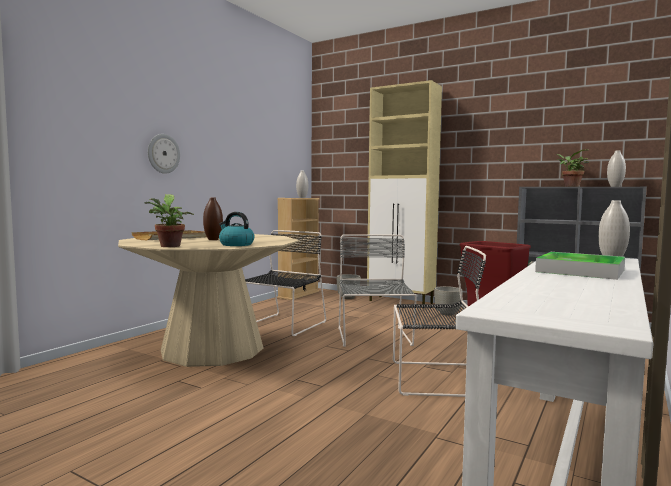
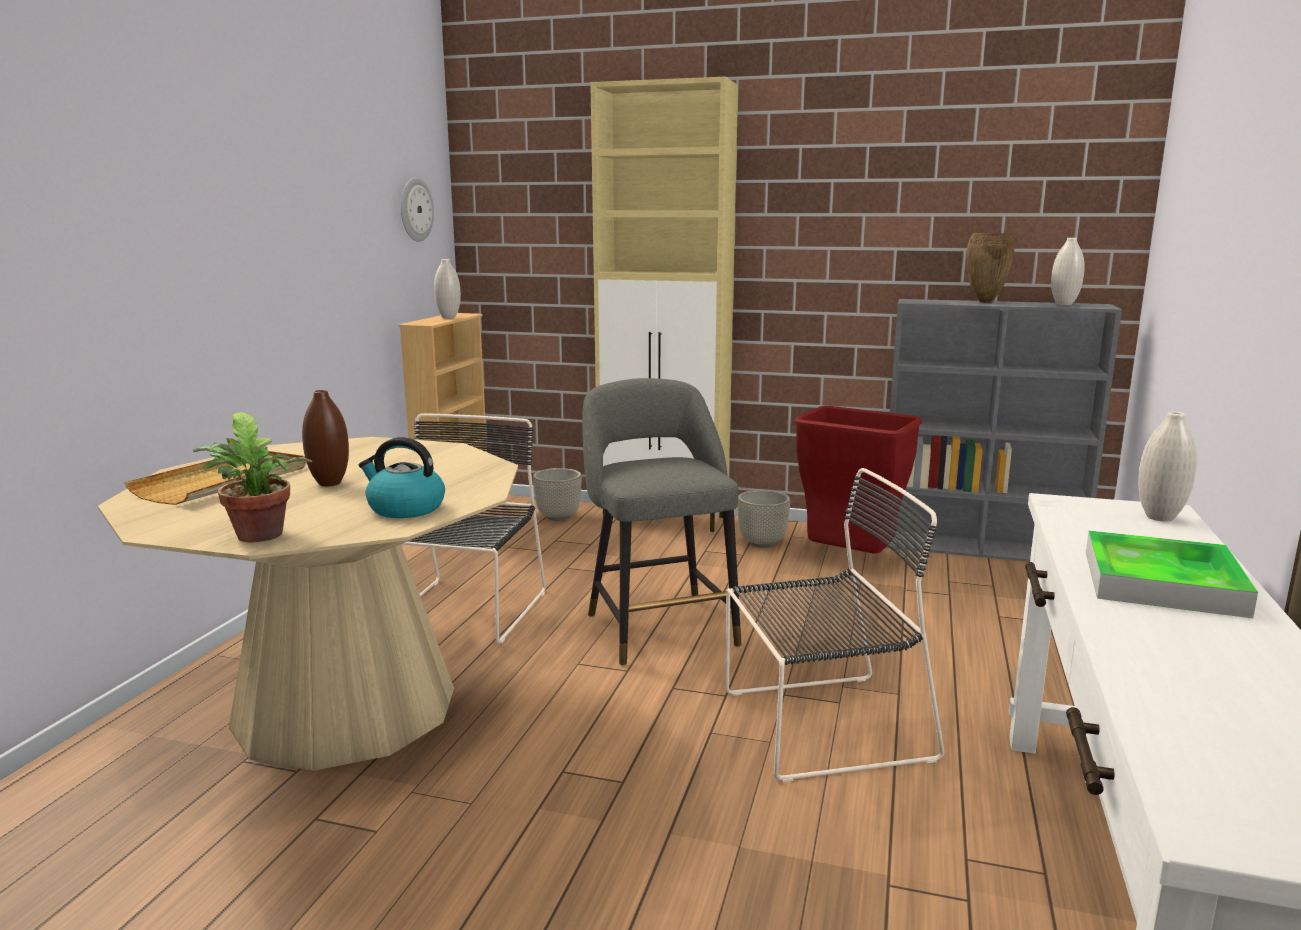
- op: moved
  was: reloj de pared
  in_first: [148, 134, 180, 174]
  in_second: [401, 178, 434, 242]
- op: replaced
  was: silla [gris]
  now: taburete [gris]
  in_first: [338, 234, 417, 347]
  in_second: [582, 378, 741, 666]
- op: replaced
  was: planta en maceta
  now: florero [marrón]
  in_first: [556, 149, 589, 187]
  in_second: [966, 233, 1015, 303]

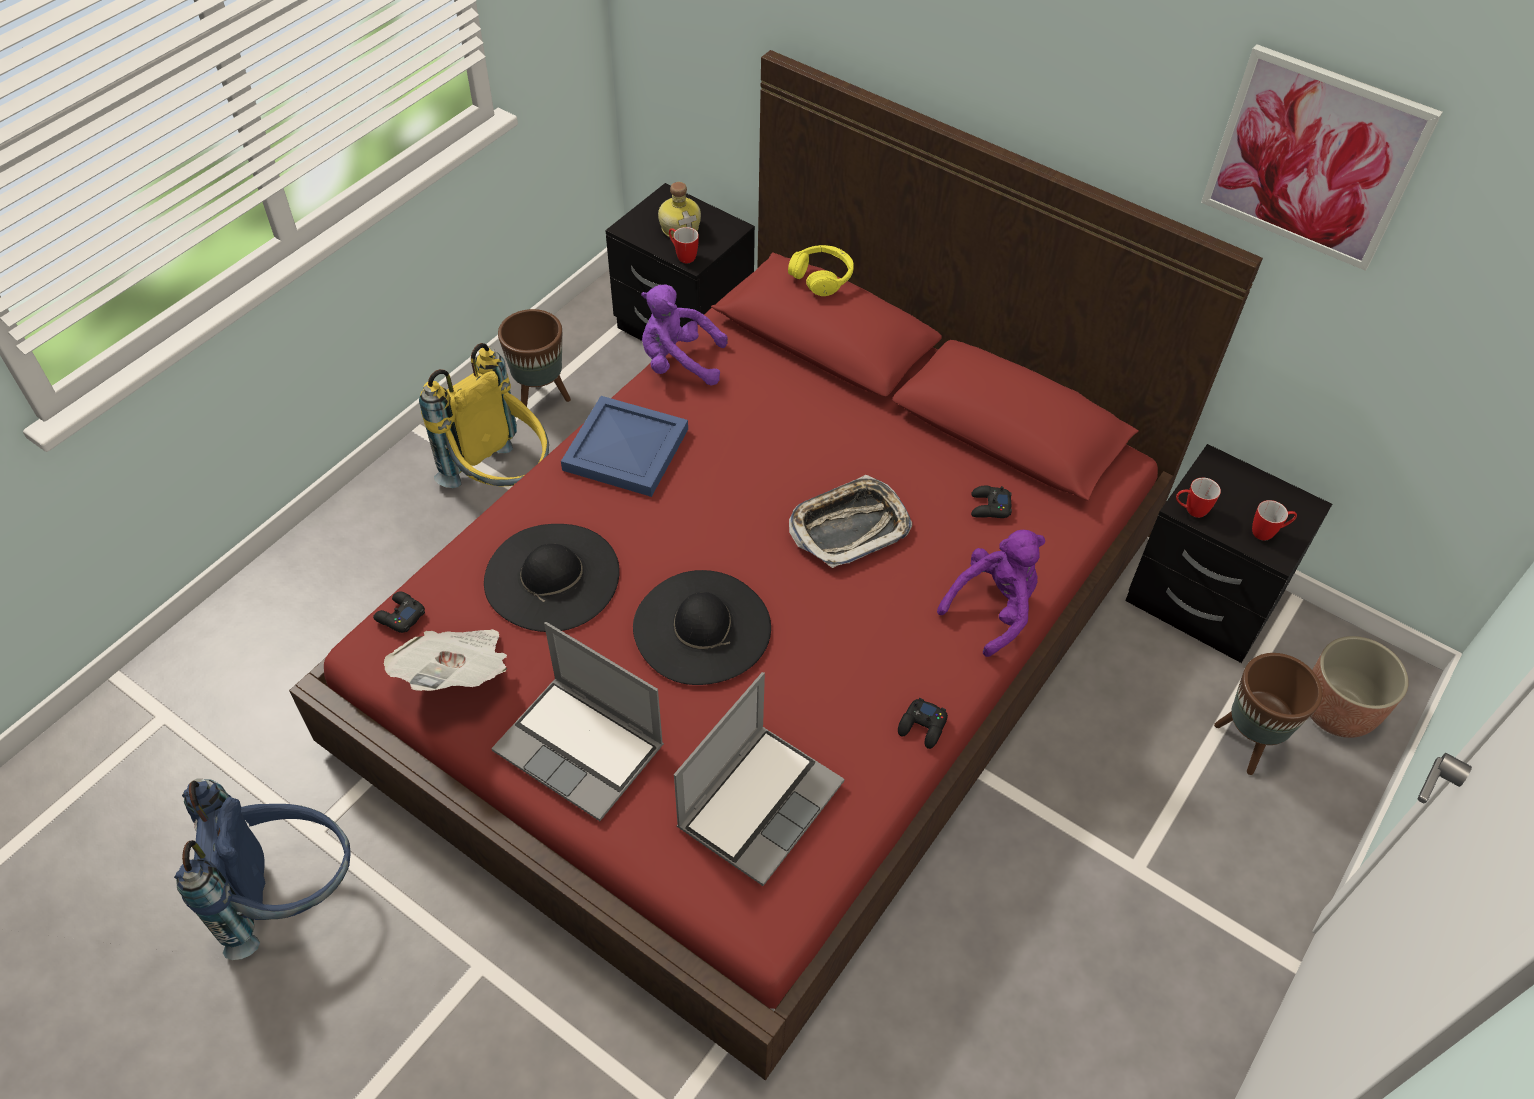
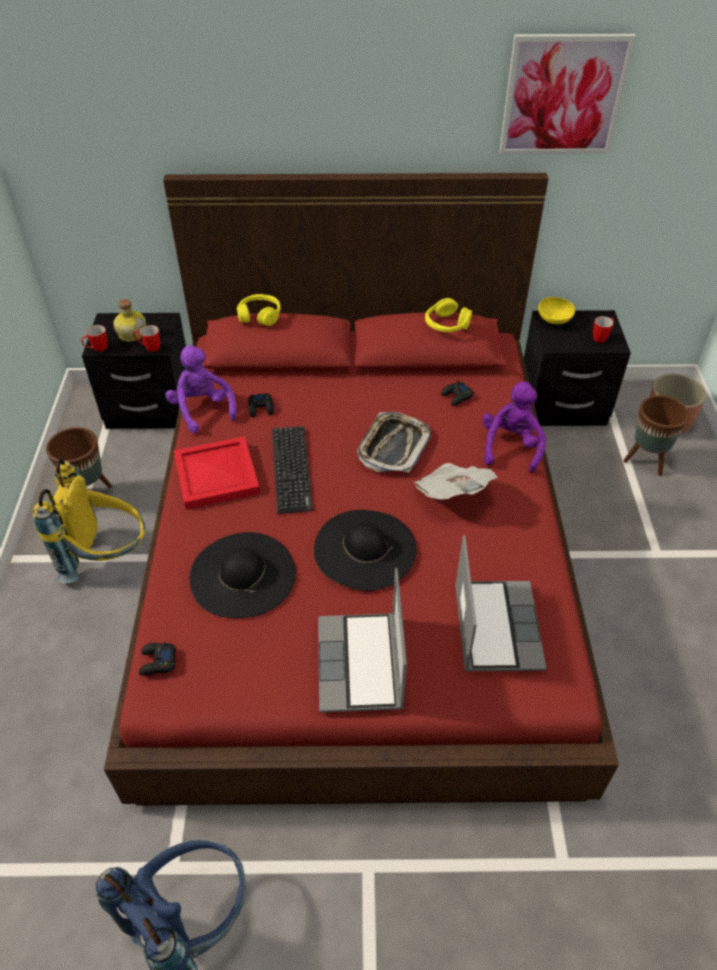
- op: moved
  was: taza grande
  in_first: [1176, 478, 1221, 518]
  in_second: [81, 325, 108, 352]
- op: turned
  was: peluche [morado]
  in_first: [641, 285, 728, 386]
  in_second: [165, 346, 237, 434]
  clockwise: 90
- op: recoloured
  was: bandeja [azul]
  now: bandeja [rojo]
  in_first: [561, 396, 688, 497]
  in_second: [174, 436, 260, 509]
- op: moved
  was: mando de consola [negro]
  in_first: [898, 698, 948, 749]
  in_second: [248, 393, 274, 417]
- op: added
  now: teclado
  in_second: [272, 426, 313, 514]
- op: turned
  was: portátil
  in_first: [491, 622, 664, 821]
  in_second: [318, 568, 407, 713]
  clockwise: 90
- op: moved
  was: periódico
  in_first: [384, 629, 507, 691]
  in_second: [413, 463, 498, 499]
- op: added
  now: auriculares [amarillo]
  in_second: [425, 298, 472, 332]
- op: added
  now: cuenco [amarillo]
  in_second: [538, 297, 575, 324]

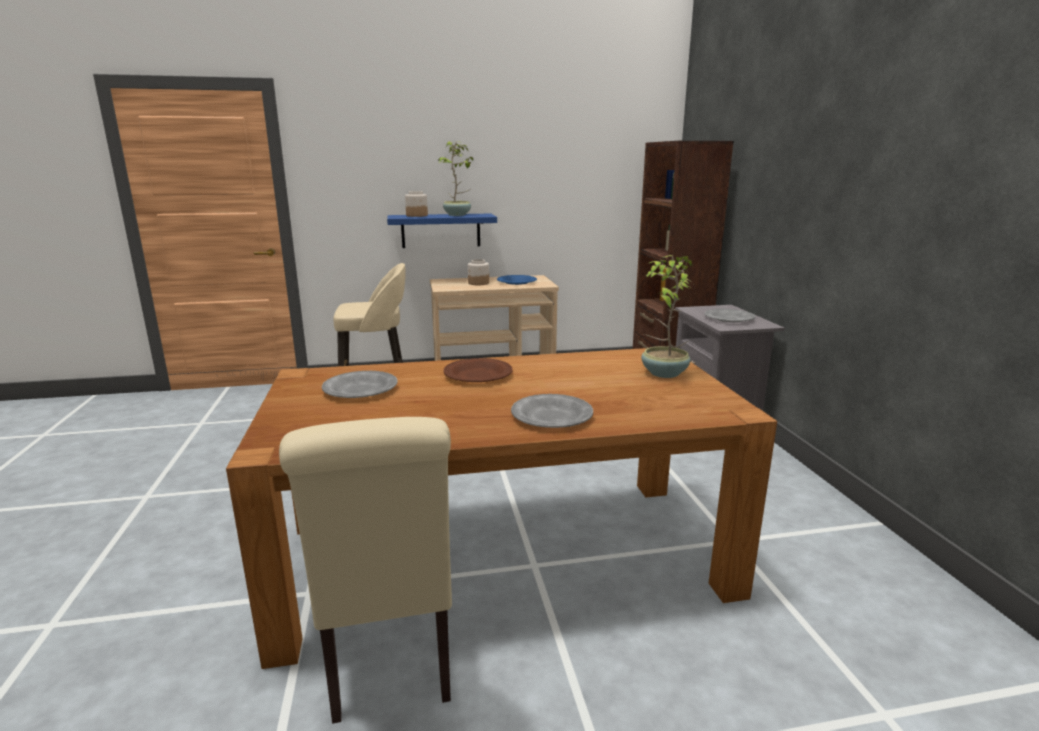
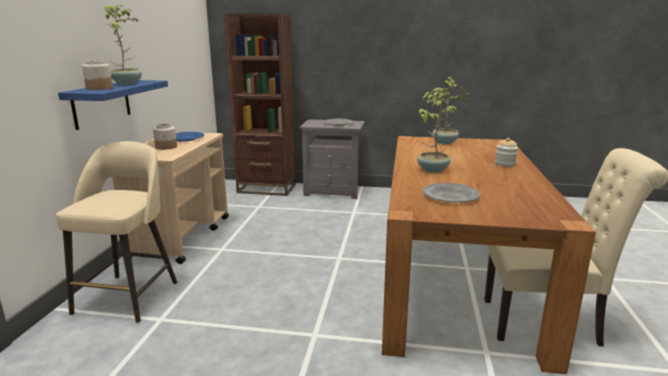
- op: replaced
  was: plato [marrón]
  now: planta en maceta
  in_first: [443, 358, 513, 382]
  in_second: [417, 89, 457, 173]
- op: replaced
  was: plato [gris]
  now: tarro
  in_first: [511, 394, 593, 428]
  in_second: [495, 138, 518, 167]

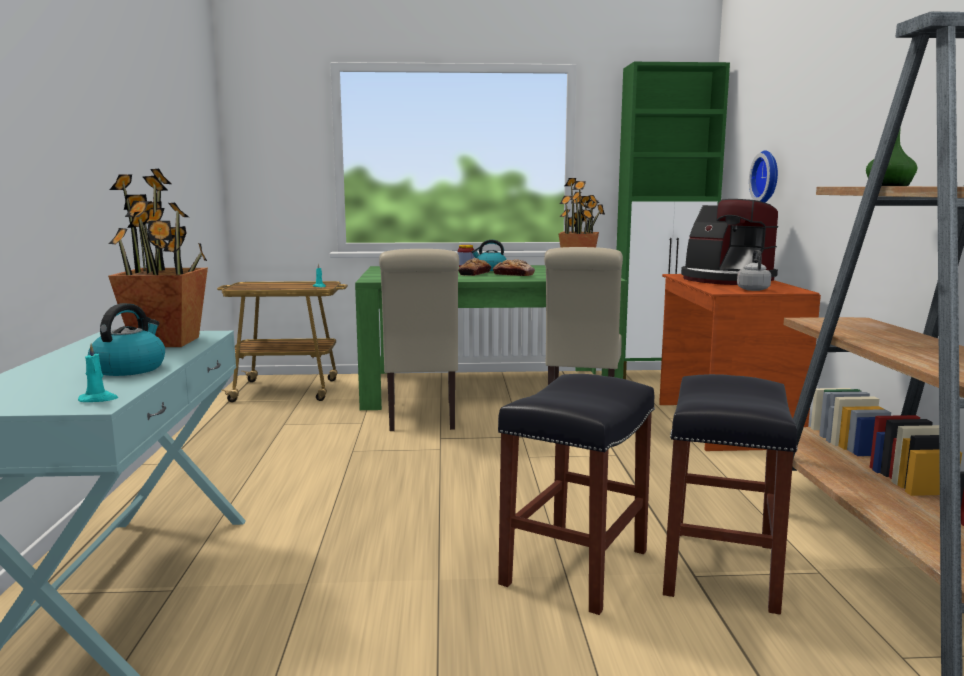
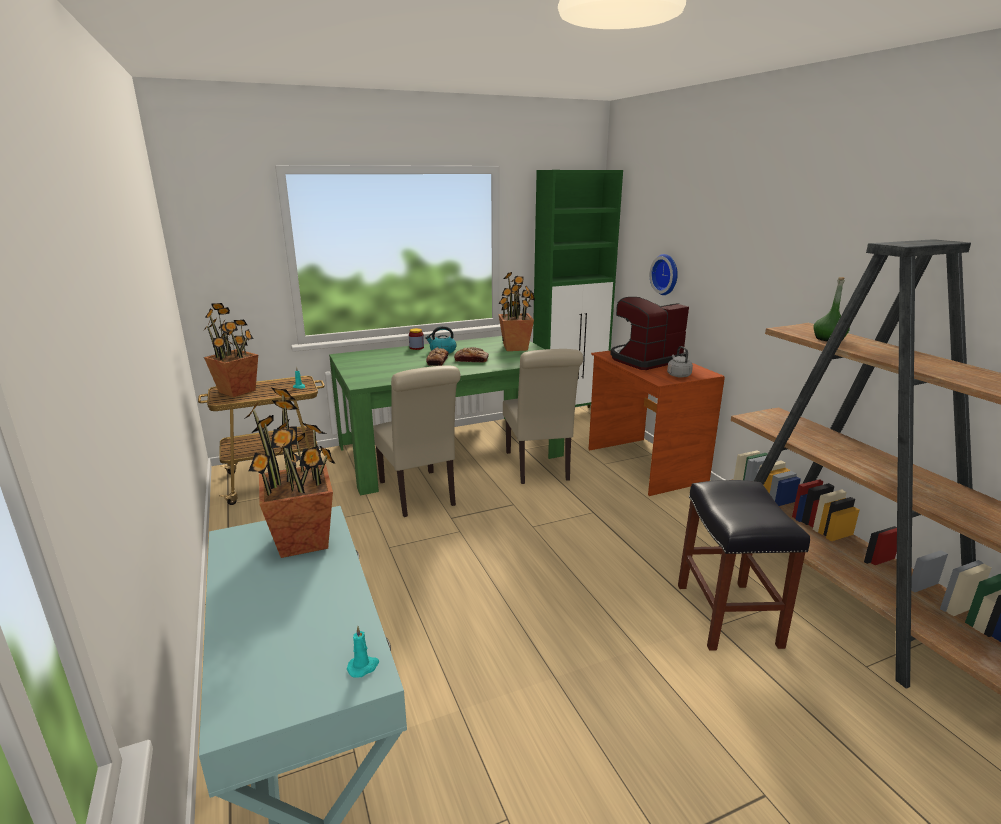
- op: added
  now: planta en maceta
  in_second: [204, 303, 258, 397]
- op: turned
  was: cafetera
  in_first: [681, 199, 778, 285]
  in_second: [610, 297, 689, 370]
  clockwise: 120
- op: removed
  was: hervidor
  in_first: [88, 303, 165, 376]
- op: removed
  was: taburete [negro]
  in_first: [498, 374, 655, 615]

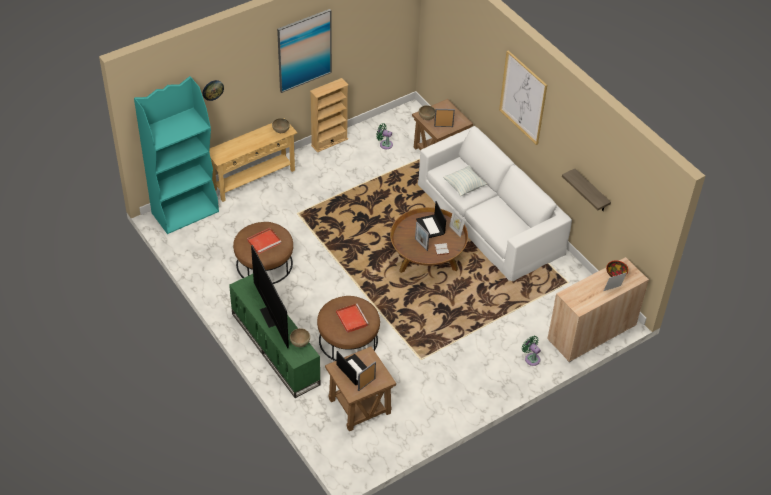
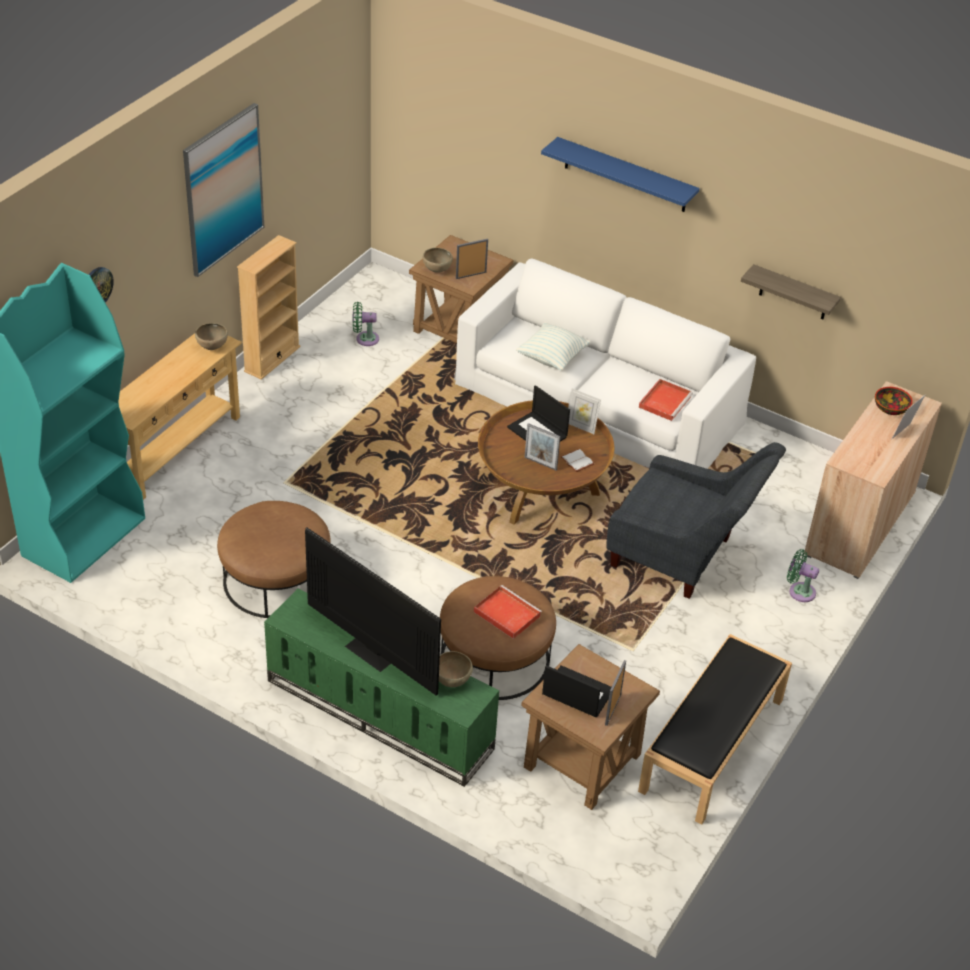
- op: replaced
  was: cuadro
  now: estante [azul]
  in_first: [499, 50, 547, 145]
  in_second: [541, 137, 699, 212]
- op: added
  now: sillón [gris]
  in_second: [606, 442, 786, 599]
- op: added
  now: banco [negro]
  in_second: [638, 634, 792, 825]
- op: moved
  was: bandeja [rojo]
  in_first: [247, 228, 281, 254]
  in_second: [639, 379, 693, 421]

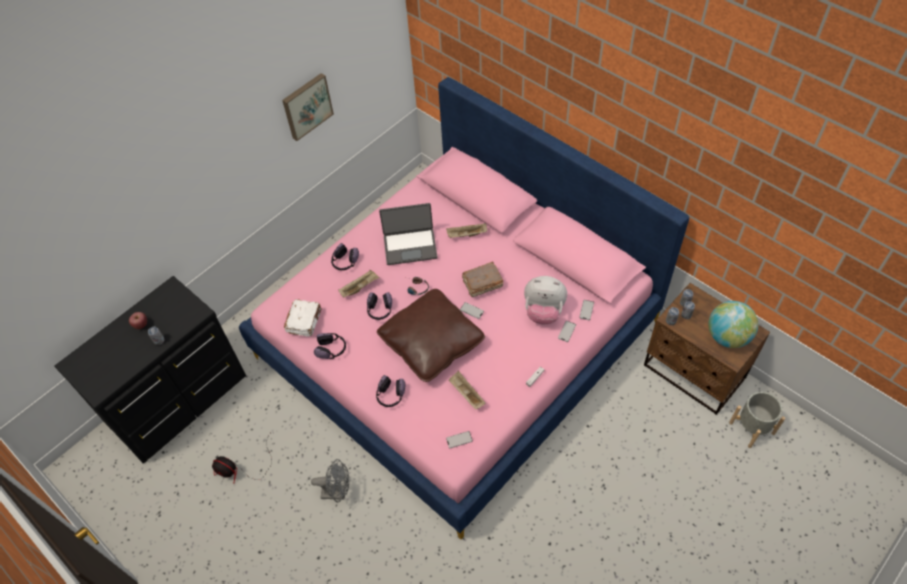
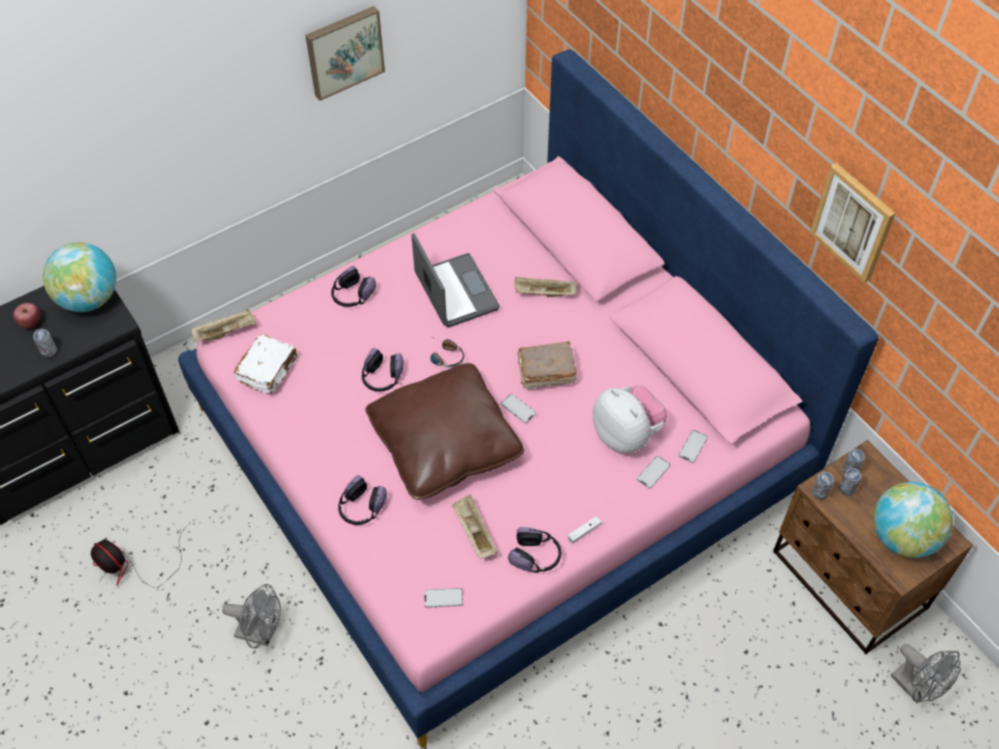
- op: added
  now: globo terráqueo
  in_second: [43, 242, 116, 312]
- op: moved
  was: bandeja [beis]
  in_first: [339, 270, 379, 298]
  in_second: [191, 309, 256, 341]
- op: turned
  was: portátil
  in_first: [379, 203, 438, 265]
  in_second: [411, 233, 500, 328]
  clockwise: -120
- op: moved
  was: auriculares
  in_first: [314, 333, 346, 359]
  in_second: [508, 527, 561, 573]
- op: turned
  was: peluche
  in_first: [524, 276, 567, 324]
  in_second: [593, 385, 667, 453]
  clockwise: -150
- op: added
  now: cuadro
  in_second: [810, 163, 896, 283]
- op: replaced
  was: maceta [gris]
  now: ventilador [gris]
  in_first: [729, 392, 785, 448]
  in_second: [890, 644, 961, 703]

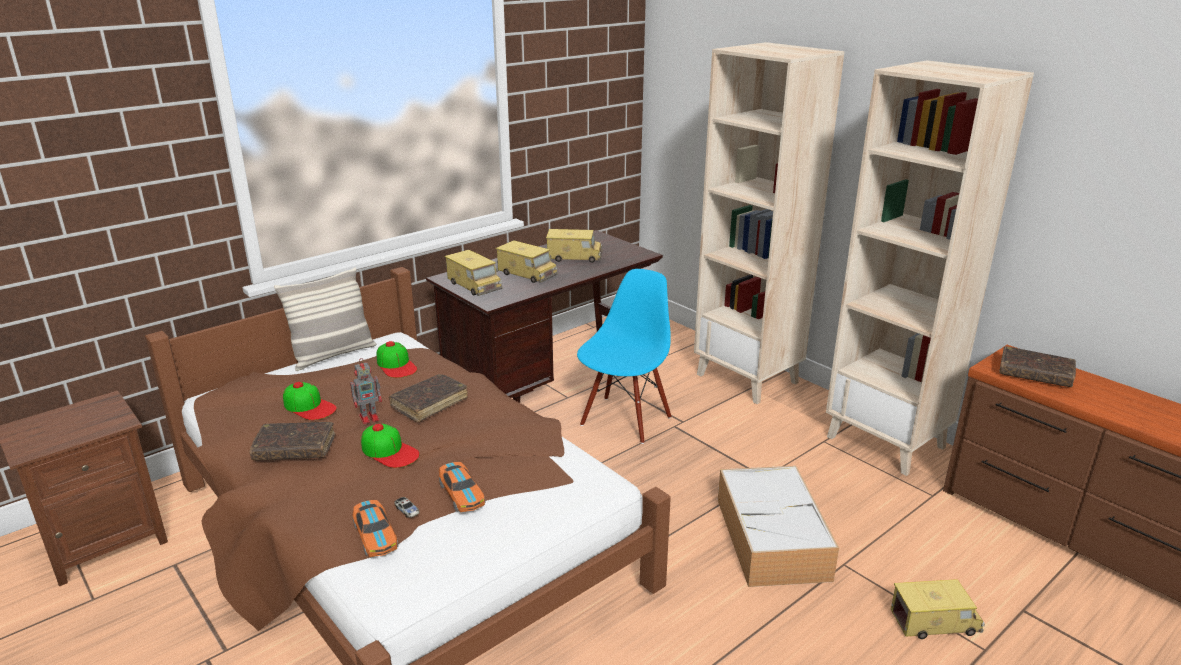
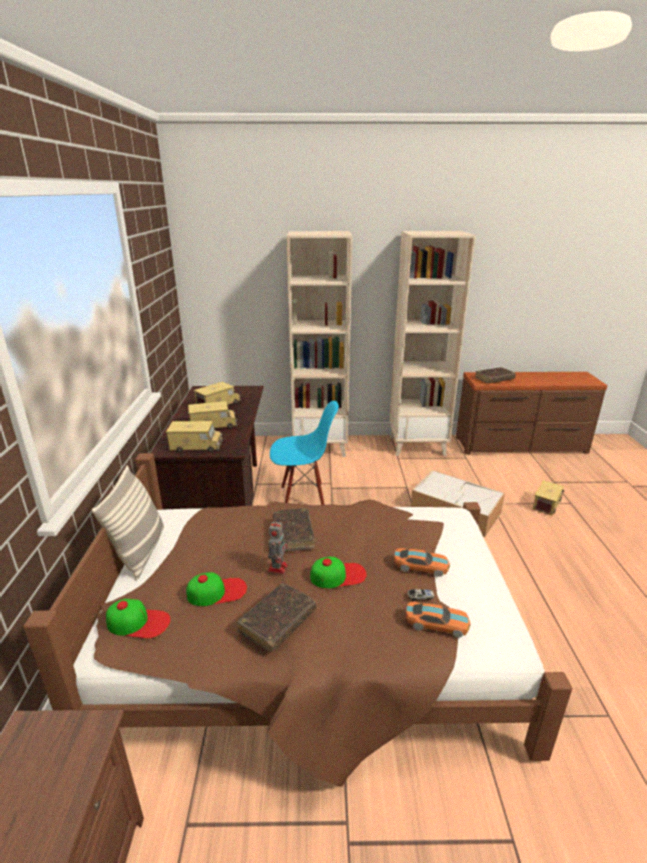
- op: moved
  was: gorra
  in_first: [377, 341, 417, 378]
  in_second: [106, 599, 171, 638]
- op: turned
  was: silla [azul]
  in_first: [577, 269, 672, 444]
  in_second: [270, 401, 339, 505]
  clockwise: 105

